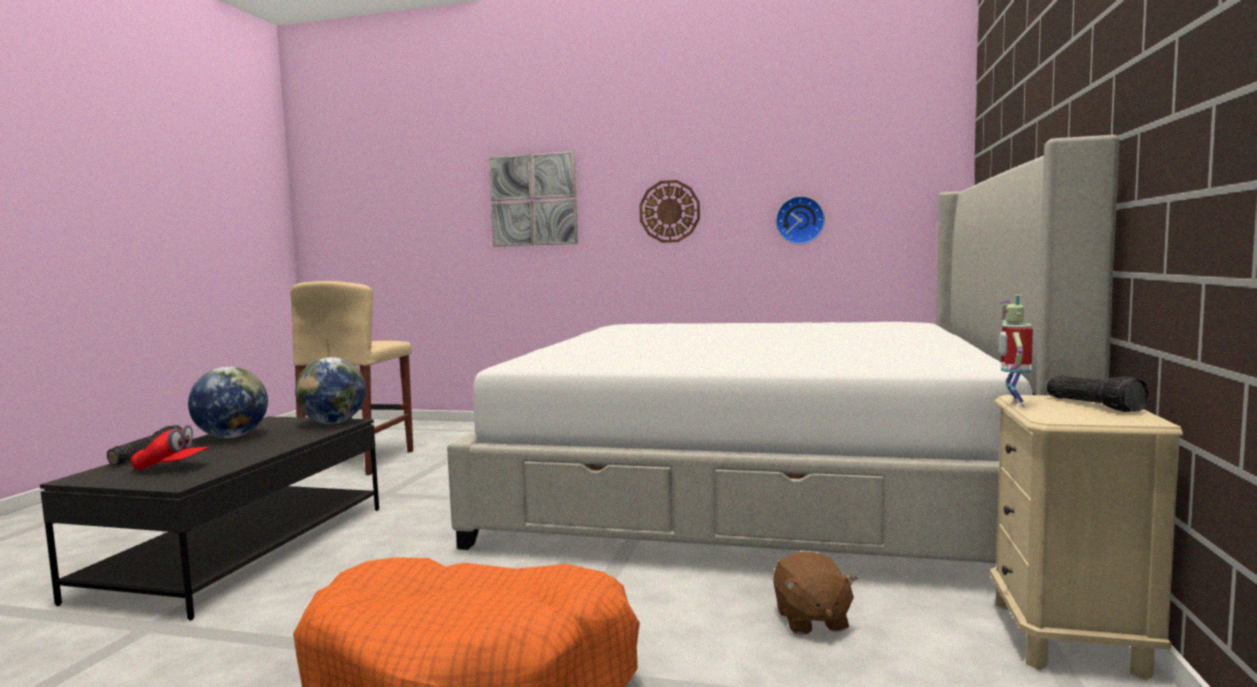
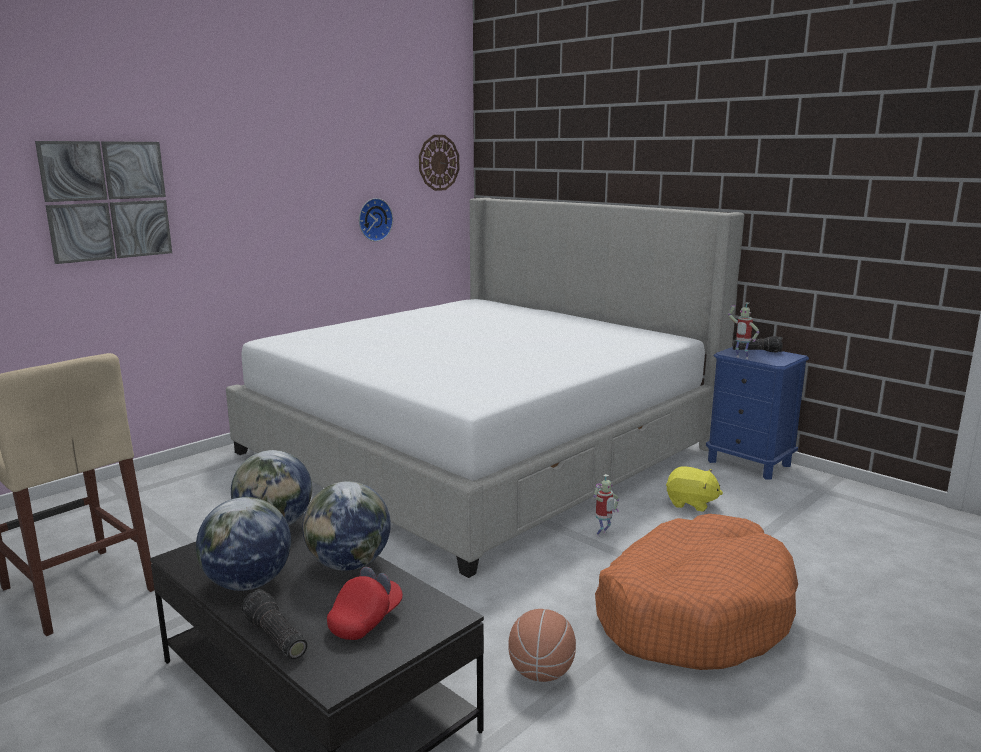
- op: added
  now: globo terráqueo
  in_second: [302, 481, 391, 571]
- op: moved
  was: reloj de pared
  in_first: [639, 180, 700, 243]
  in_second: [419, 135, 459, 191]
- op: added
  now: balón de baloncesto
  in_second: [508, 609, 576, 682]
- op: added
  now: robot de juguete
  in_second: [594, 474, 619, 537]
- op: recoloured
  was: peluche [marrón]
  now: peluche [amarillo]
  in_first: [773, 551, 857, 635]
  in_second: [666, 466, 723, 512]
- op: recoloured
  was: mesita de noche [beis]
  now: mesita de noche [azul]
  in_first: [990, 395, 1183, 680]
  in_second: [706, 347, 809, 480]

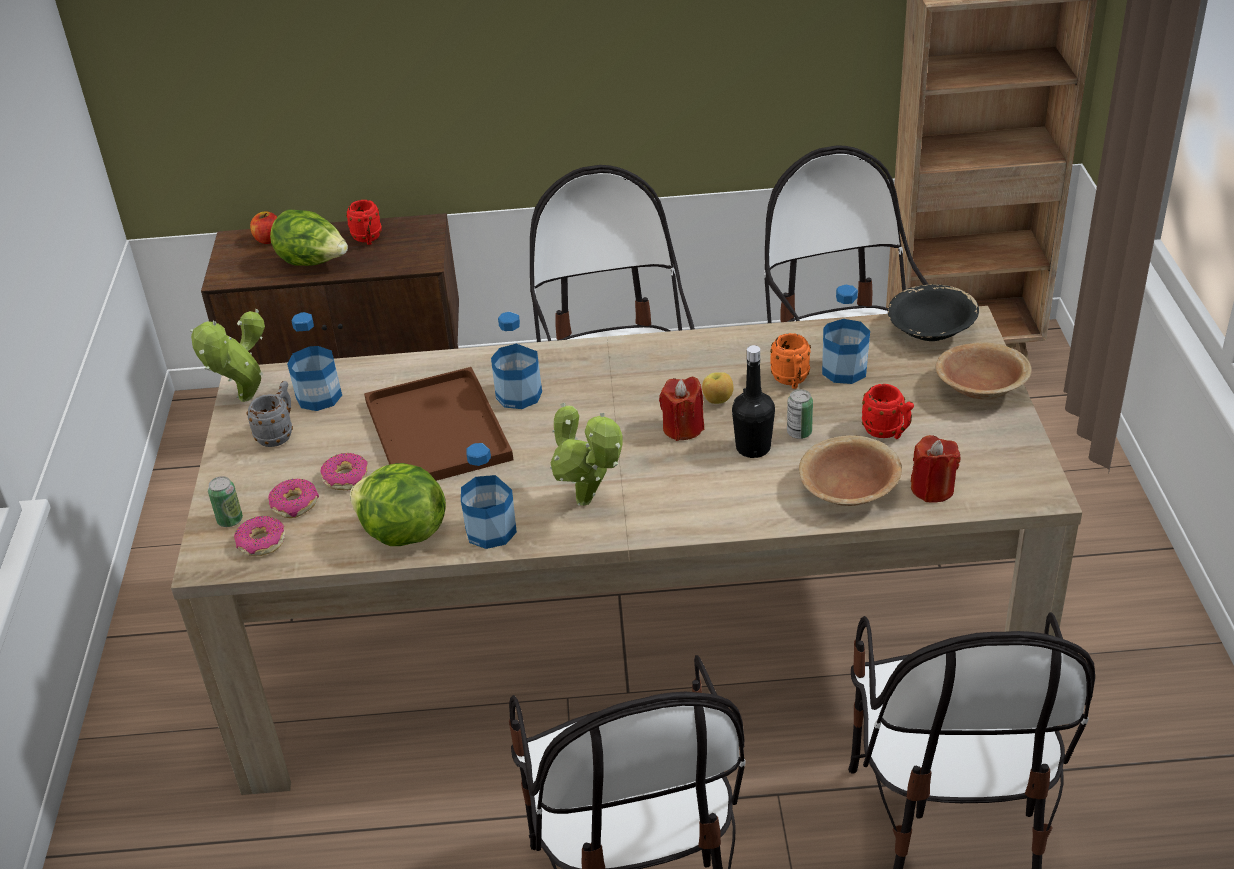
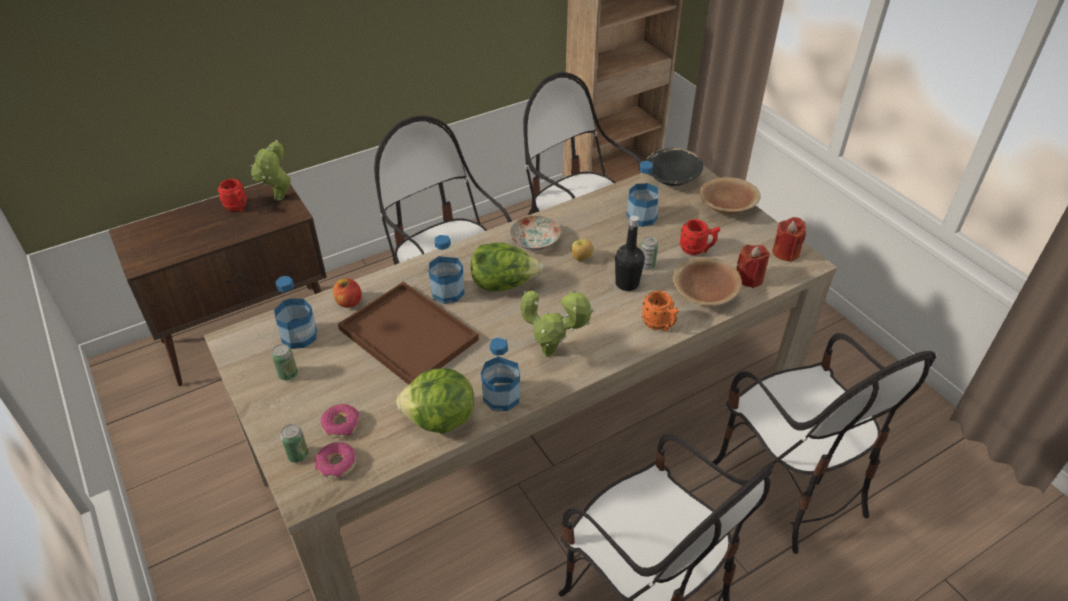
- op: moved
  was: planta en maceta
  in_first: [190, 309, 265, 402]
  in_second: [250, 140, 292, 200]
- op: replaced
  was: taza grande [gris]
  now: lata
  in_first: [246, 381, 293, 447]
  in_second: [272, 344, 298, 380]
- op: moved
  was: manzana
  in_first: [250, 211, 277, 244]
  in_second: [333, 279, 362, 308]
- op: moved
  was: lechuga
  in_first: [270, 209, 348, 266]
  in_second: [470, 243, 543, 292]
- op: added
  now: plato
  in_second: [510, 216, 561, 250]
- op: moved
  was: taza grande [naranja]
  in_first: [770, 333, 811, 389]
  in_second: [642, 291, 679, 331]
- op: moved
  was: vela [rojo]
  in_first: [659, 377, 704, 441]
  in_second: [772, 217, 806, 262]
- op: removed
  was: rosquilla
  in_first: [320, 453, 368, 490]

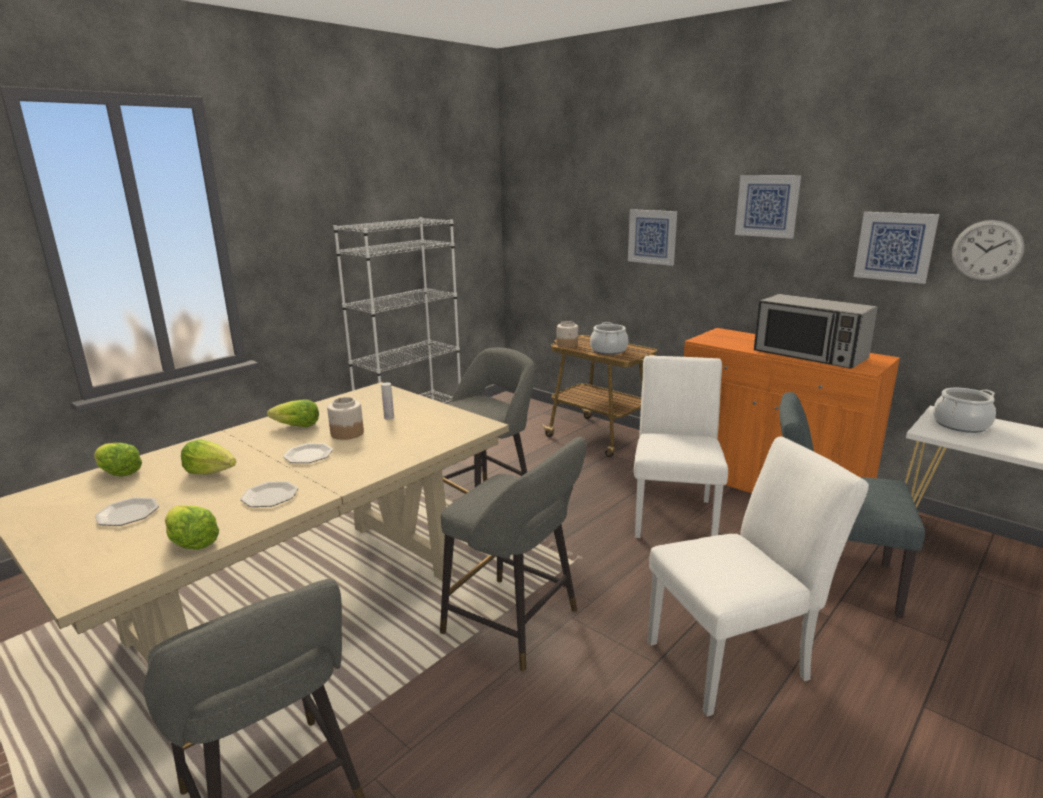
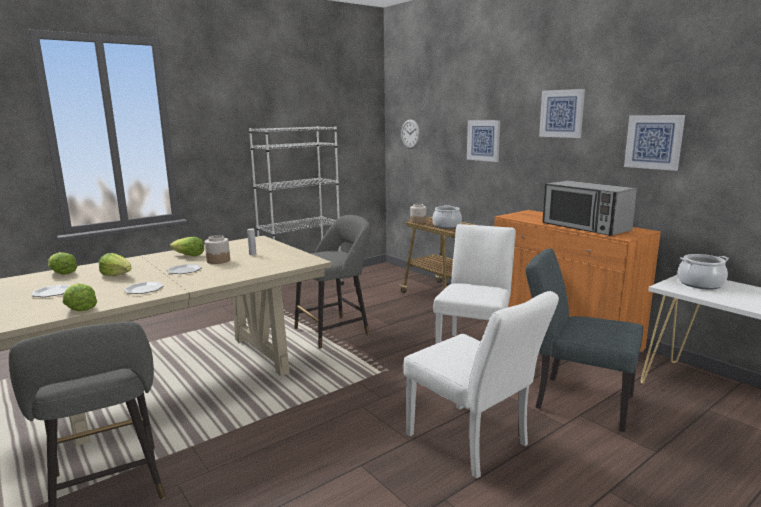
- op: moved
  was: reloj de pared
  in_first: [952, 220, 1024, 281]
  in_second: [401, 119, 421, 149]
- op: turned
  was: silla [blanco]
  in_first: [647, 437, 869, 717]
  in_second: [403, 291, 559, 479]
  clockwise: 60
- op: removed
  was: taburete [gris]
  in_first: [440, 437, 587, 671]

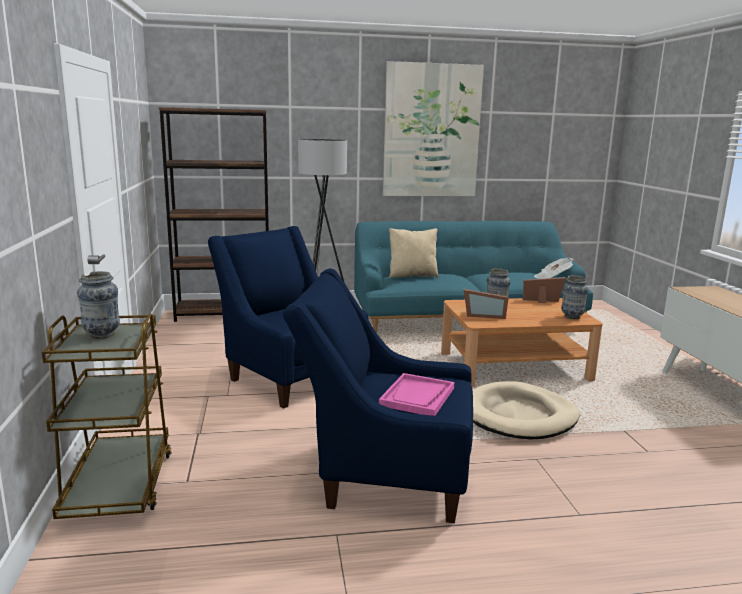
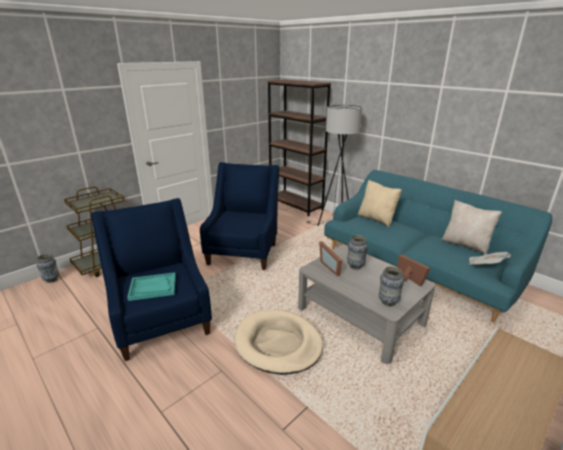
- op: moved
  was: florero
  in_first: [77, 271, 120, 339]
  in_second: [37, 254, 59, 283]
- op: recoloured
  was: bandeja [rosa]
  now: bandeja [turquesa]
  in_first: [379, 373, 454, 416]
  in_second: [127, 272, 176, 301]
- op: recoloured
  was: mesa de centro [marrón]
  now: mesa de centro [gris]
  in_first: [441, 298, 603, 387]
  in_second: [298, 245, 436, 364]
- op: added
  now: cojín [beis]
  in_second: [441, 200, 502, 254]
- op: removed
  was: cuadro
  in_first: [383, 61, 484, 196]

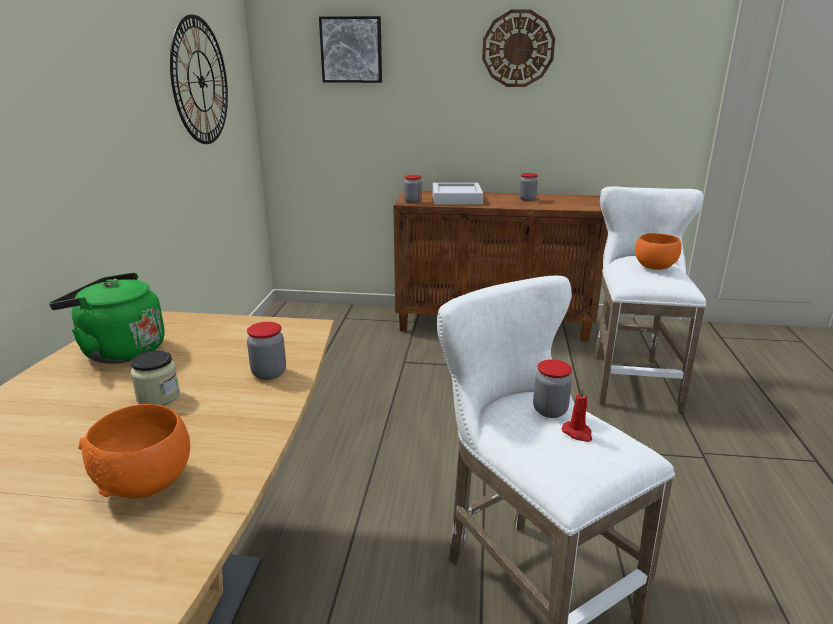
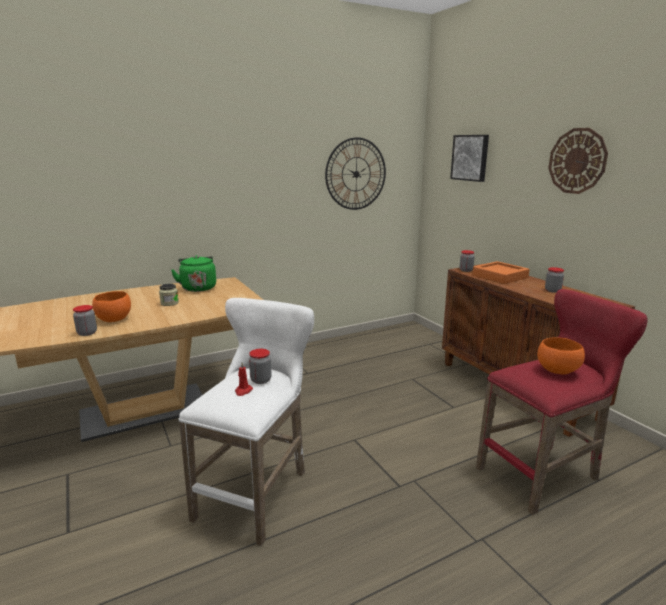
- op: moved
  was: tarro
  in_first: [247, 322, 286, 380]
  in_second: [73, 305, 97, 336]
- op: recoloured
  was: bandeja [gris]
  now: bandeja [naranja]
  in_first: [433, 183, 483, 205]
  in_second: [473, 261, 530, 284]
- op: recoloured
  was: taburete [blanco]
  now: taburete [rojo]
  in_first: [594, 186, 706, 412]
  in_second: [476, 289, 648, 515]

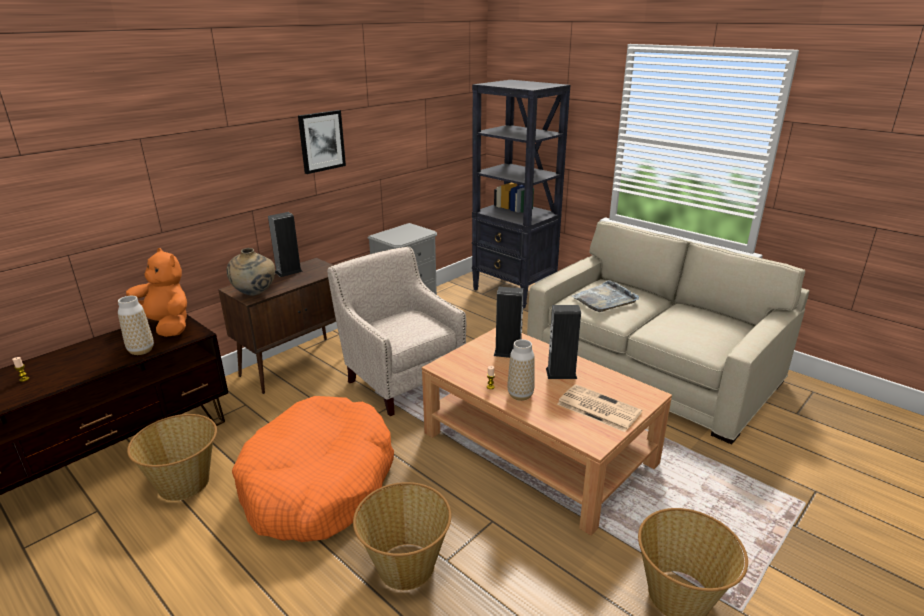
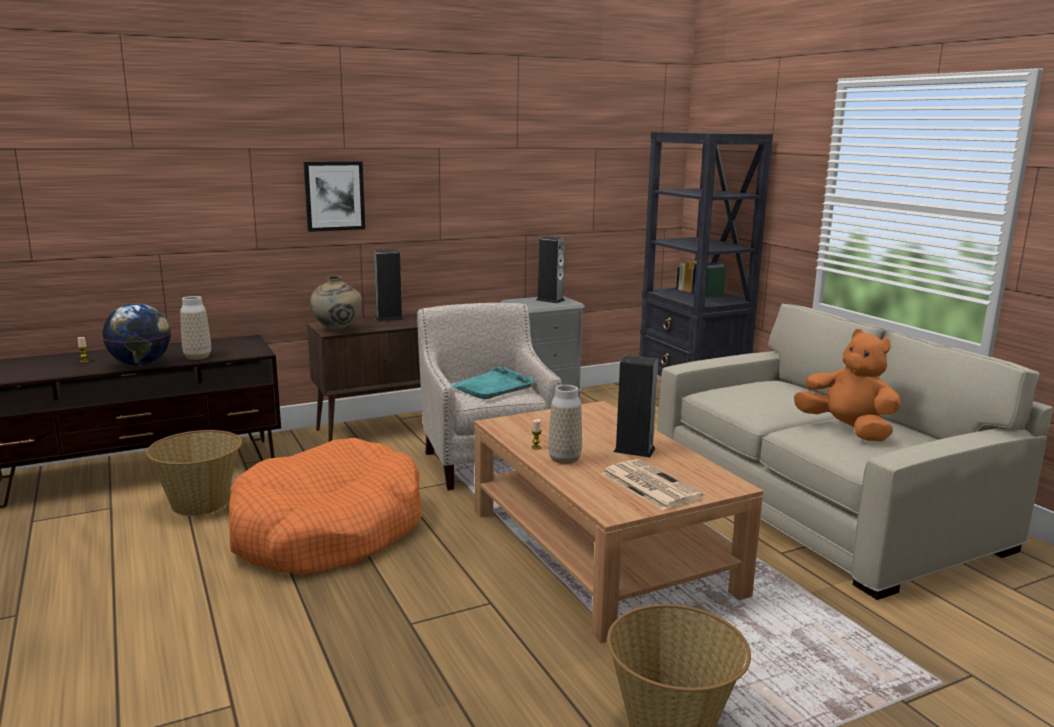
- op: added
  now: globo terráqueo
  in_second: [102, 303, 171, 365]
- op: moved
  was: cuadro
  in_first: [298, 110, 346, 174]
  in_second: [303, 161, 365, 232]
- op: added
  now: bandeja [turquesa]
  in_second: [452, 367, 535, 399]
- op: moved
  was: altavoz
  in_first: [494, 287, 524, 358]
  in_second: [536, 236, 565, 303]
- op: moved
  was: peluche [naranja]
  in_first: [126, 248, 187, 337]
  in_second: [794, 329, 901, 442]
- op: removed
  was: cesta
  in_first: [353, 482, 451, 590]
- op: removed
  was: bandeja [gris]
  in_first: [572, 280, 639, 312]

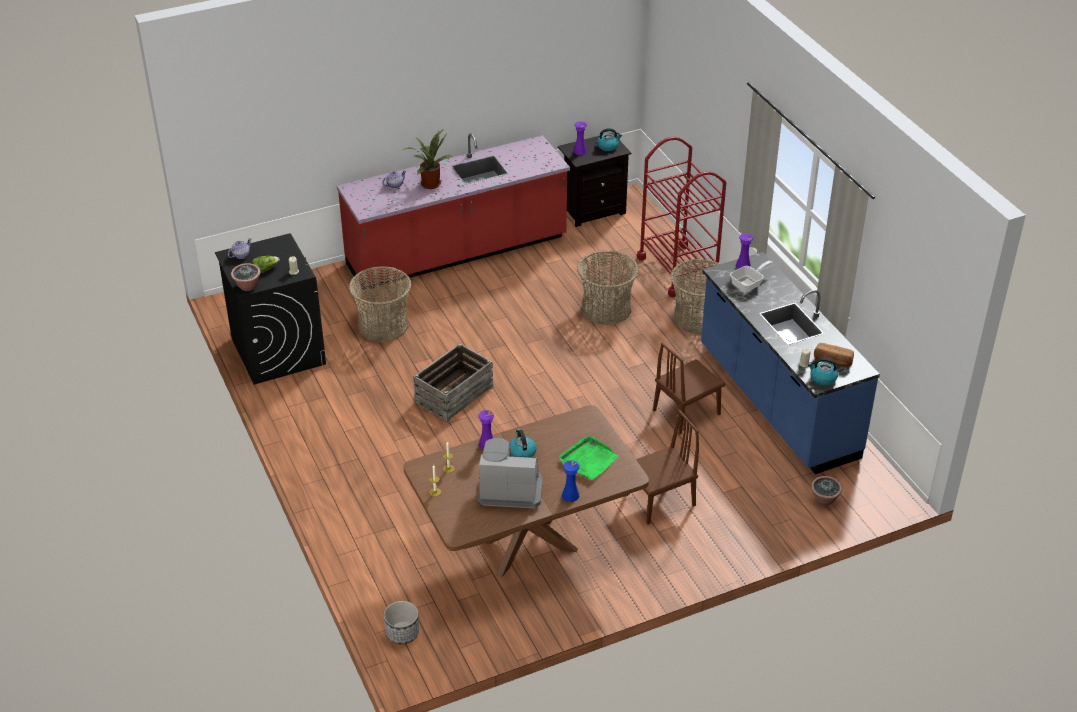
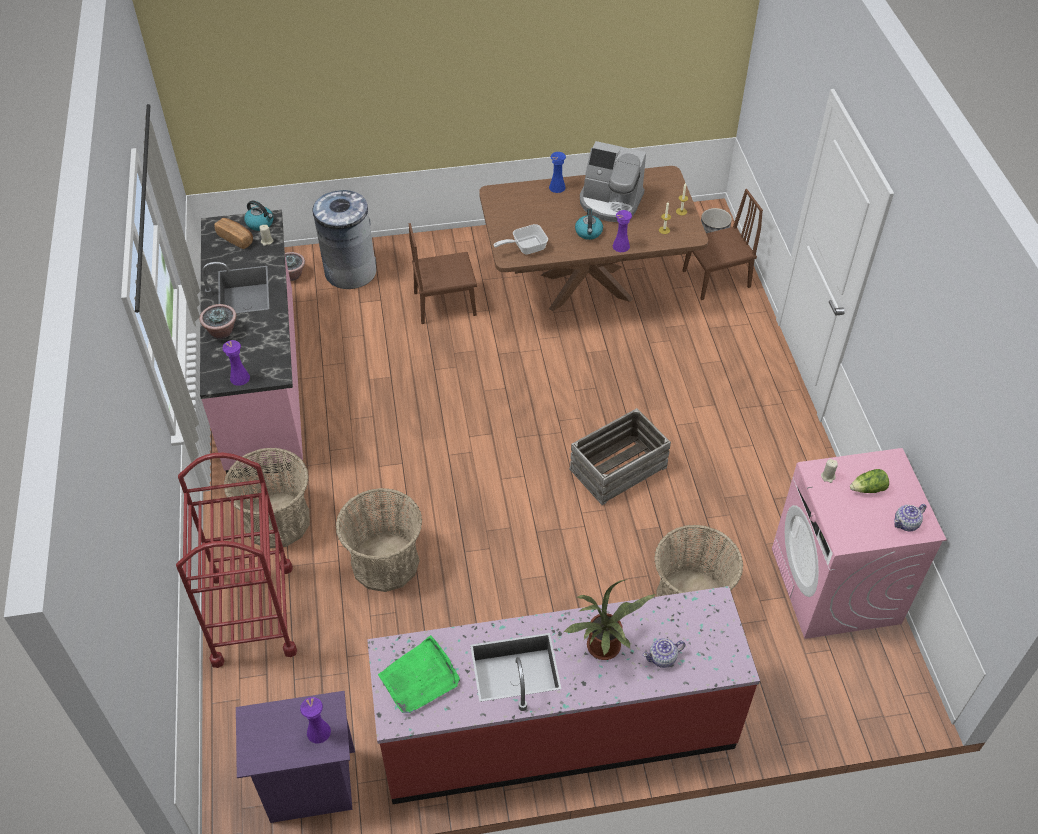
- op: moved
  was: planta en maceta
  in_first: [231, 263, 261, 291]
  in_second: [199, 304, 236, 339]
- op: recoloured
  was: mueble bajo de cocina [azul]
  now: mueble bajo de cocina [rosa]
  in_first: [701, 252, 880, 474]
  in_second: [200, 210, 303, 479]
- op: recoloured
  was: mesita de noche [negro]
  now: mesita de noche [morado]
  in_first: [558, 132, 632, 227]
  in_second: [236, 691, 355, 823]
- op: added
  now: papelera [gris]
  in_second: [313, 190, 376, 289]
- op: moved
  was: bandeja [verde]
  in_first: [559, 436, 618, 480]
  in_second: [378, 635, 460, 713]
- op: moved
  was: sartén
  in_first: [730, 261, 773, 292]
  in_second: [494, 224, 548, 255]
- op: moved
  was: silla [marrón]
  in_first: [653, 342, 725, 435]
  in_second: [682, 189, 763, 300]
- op: recoloured
  was: lavadora [negro]
  now: lavadora [rosa]
  in_first: [215, 233, 326, 385]
  in_second: [772, 448, 947, 639]
- op: removed
  was: hervidor
  in_first: [597, 128, 622, 151]

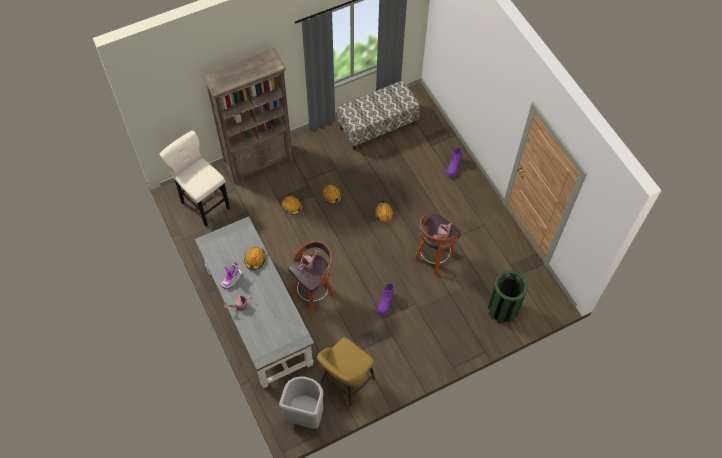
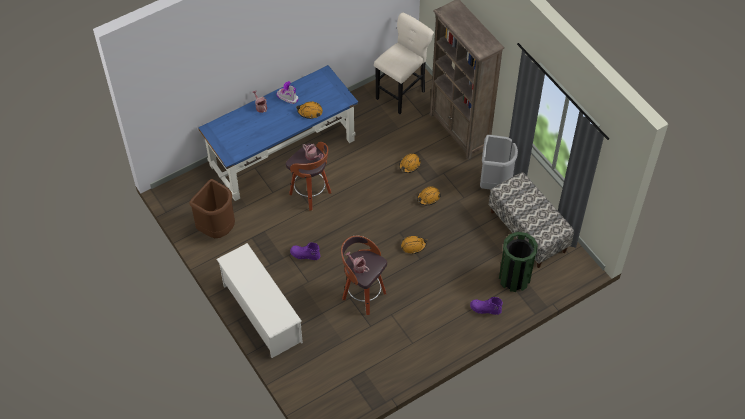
- op: replaced
  was: taburete [amarillo]
  now: papelera [marrón]
  in_first: [317, 338, 375, 406]
  in_second: [189, 179, 235, 238]
- op: recoloured
  was: escritorio [gris]
  now: escritorio [azul]
  in_first: [195, 216, 315, 389]
  in_second: [198, 65, 358, 201]
- op: added
  now: zapatero [blanco]
  in_second: [216, 243, 303, 358]
- op: moved
  was: papelera [gris]
  in_first: [279, 376, 323, 429]
  in_second: [480, 135, 518, 190]
- op: moved
  was: papelera [verde]
  in_first: [488, 270, 529, 324]
  in_second: [499, 232, 538, 292]

